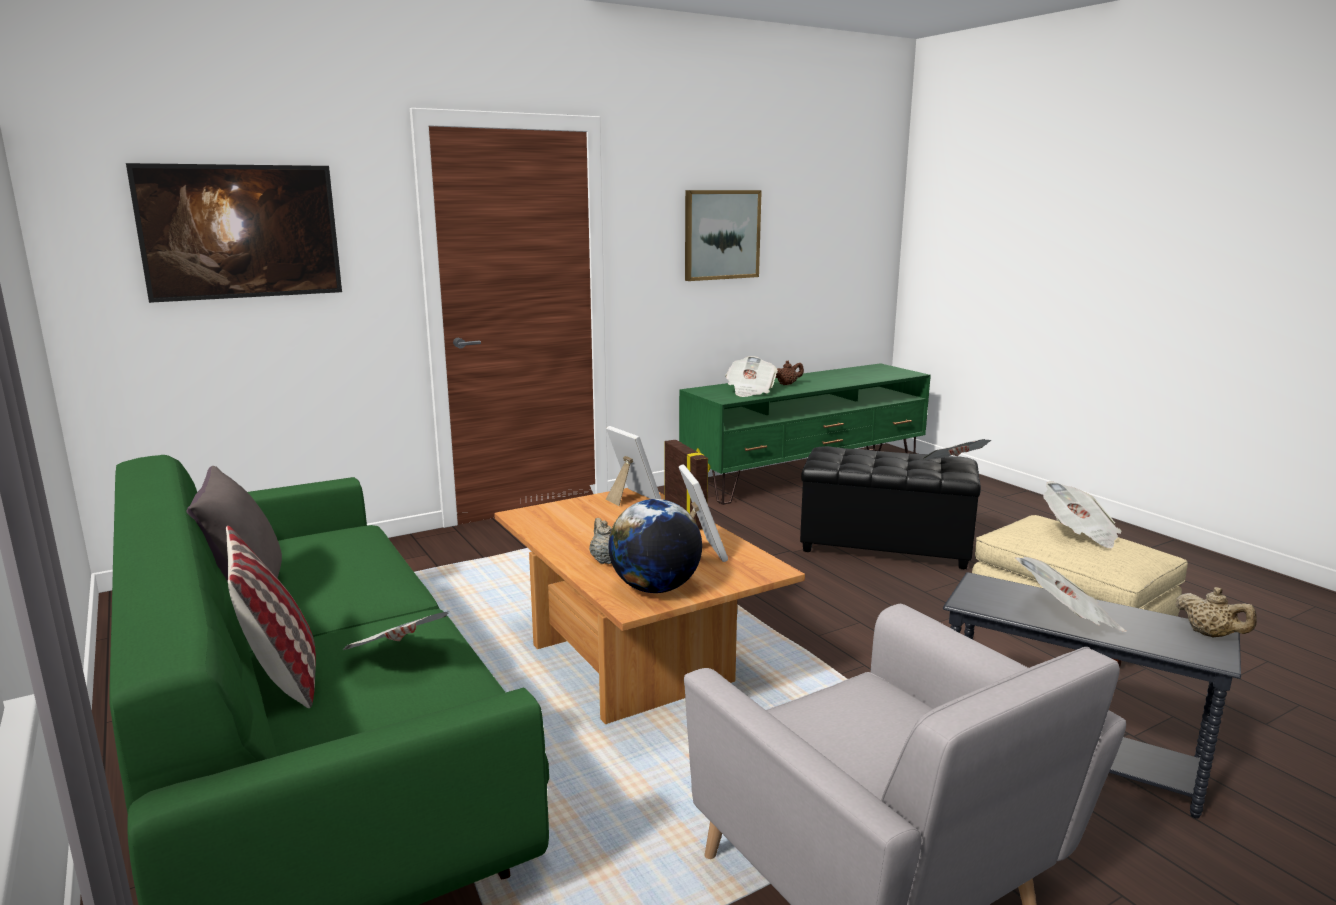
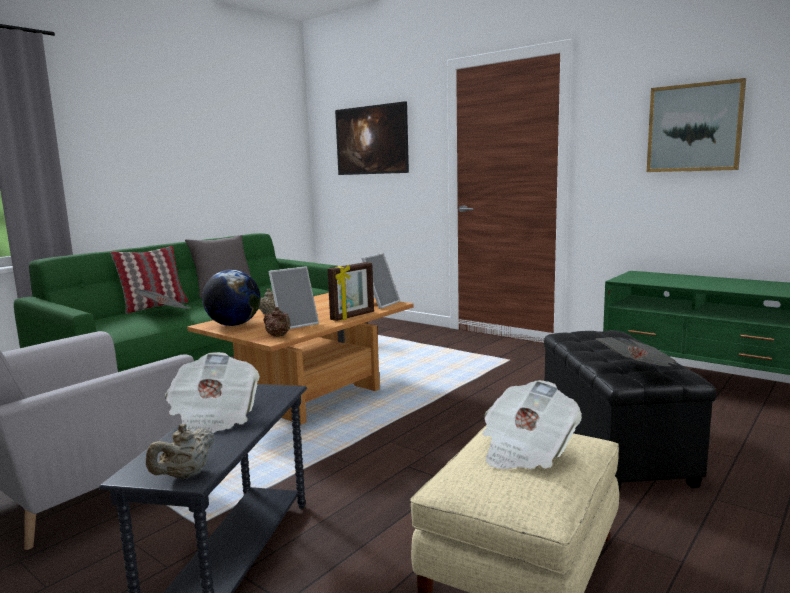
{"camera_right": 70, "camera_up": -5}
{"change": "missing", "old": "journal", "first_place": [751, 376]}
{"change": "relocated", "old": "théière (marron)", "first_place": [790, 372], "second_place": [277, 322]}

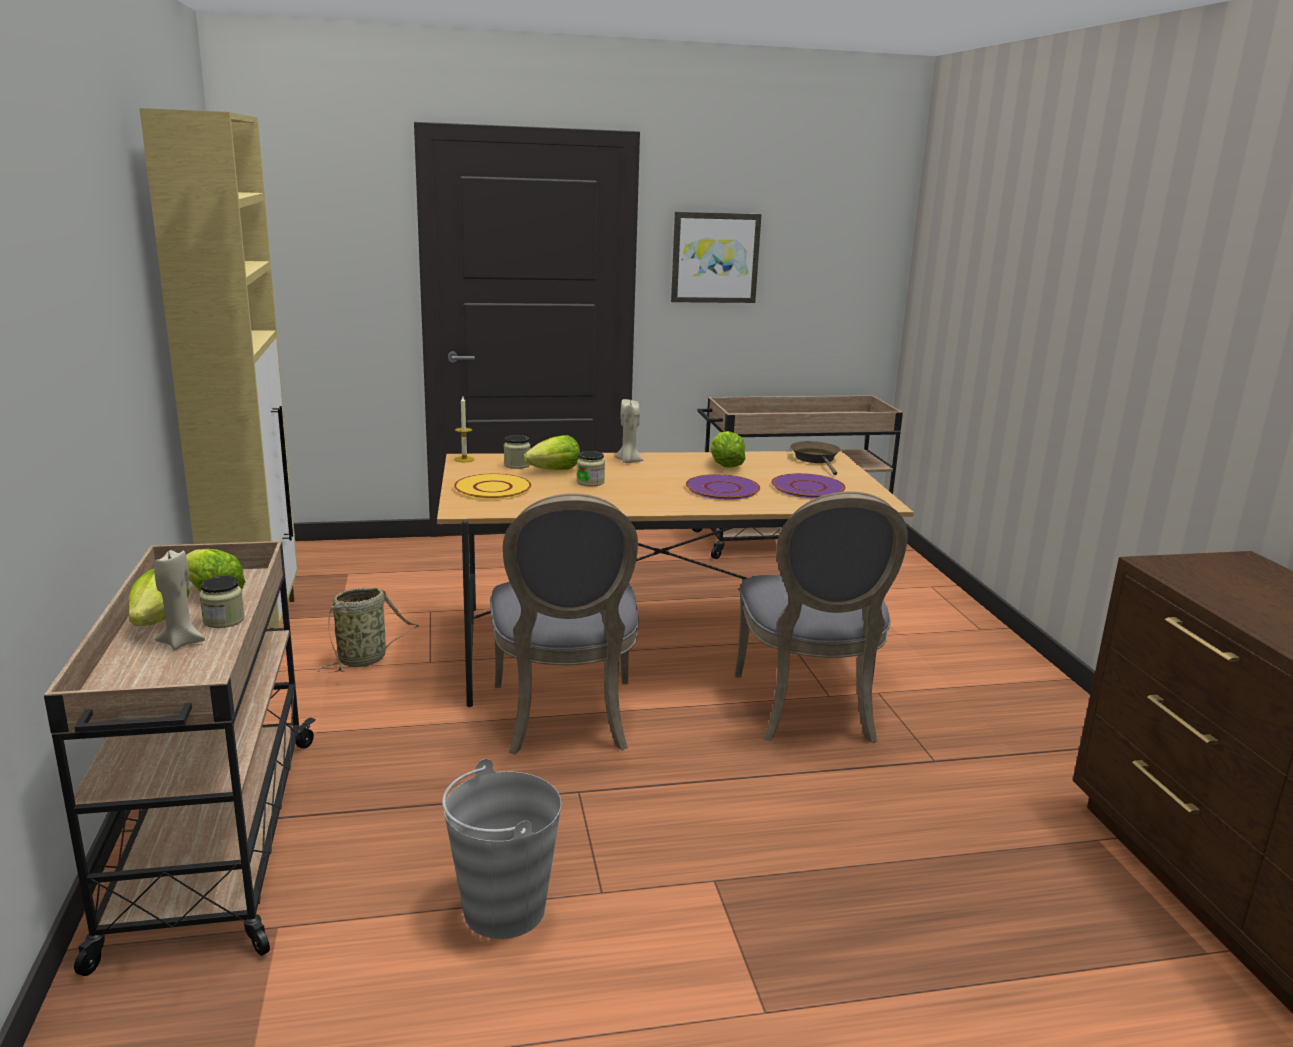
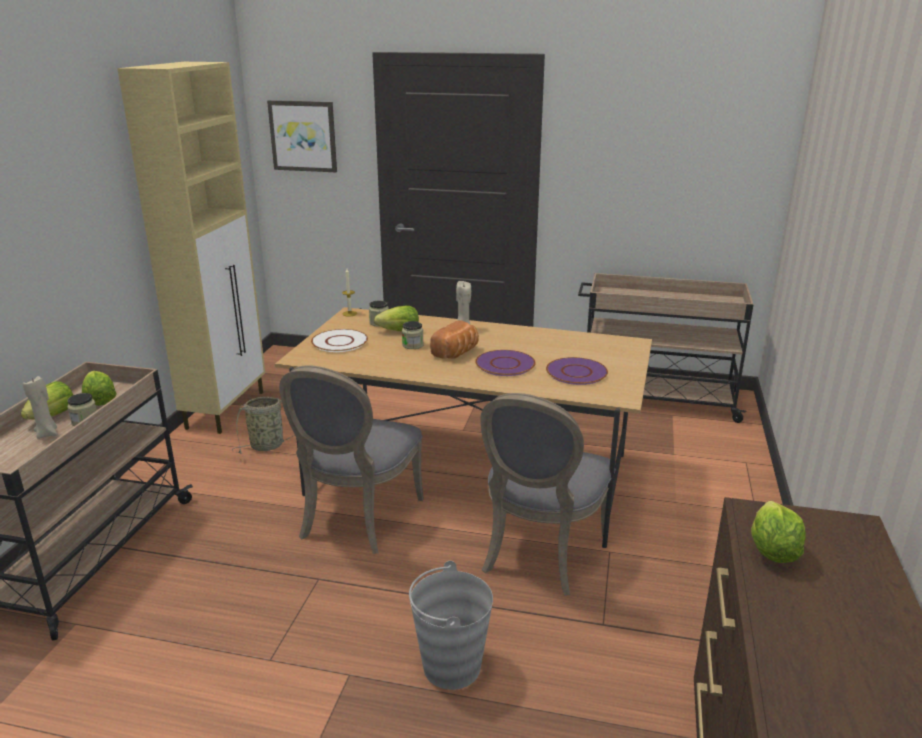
{"camera_right": 25, "camera_up": 5}
{"change": "missing", "old": "poêle (marron)", "first_place": [815, 458]}
{"change": "appeared", "new": "pain", "second_place": [454, 339]}
{"change": "relocated", "old": "seau (gris)", "first_place": [501, 849], "second_place": [451, 625]}
{"change": "relocated", "old": "tableau", "first_place": [716, 257], "second_place": [302, 136]}
{"change": "relocated", "old": "laitue", "first_place": [728, 449], "second_place": [778, 532]}
{"change": "colour", "old": "assiette (jaune)", "new": "assiette (blanc)", "first_place": [492, 486], "second_place": [339, 340]}

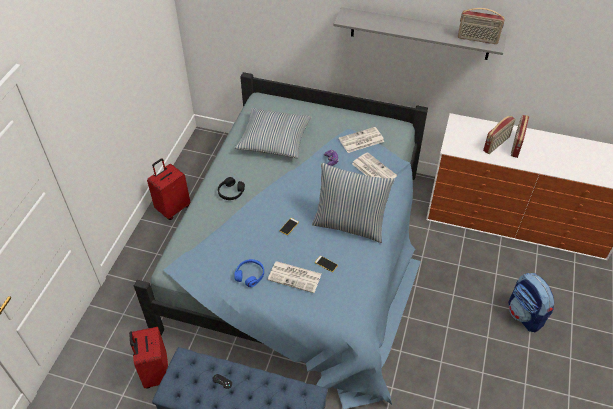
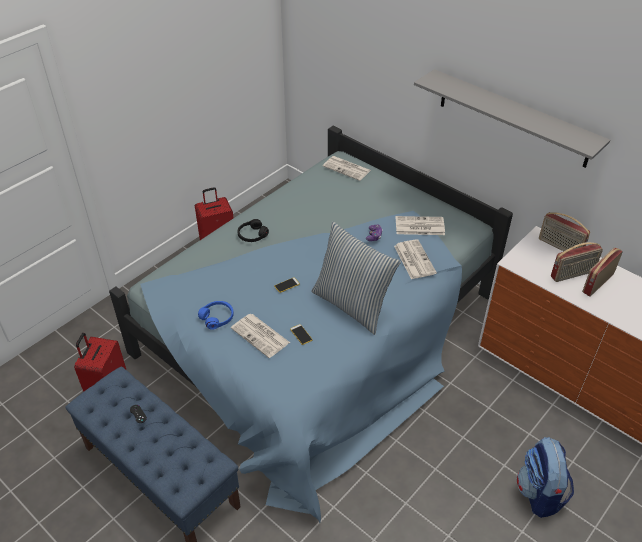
{"camera_right": 25, "camera_up": -5}
{"change": "missing", "old": "coussin", "first_place": [273, 133]}
{"change": "appeared", "new": "journal", "second_place": [347, 168]}
{"change": "relocated", "old": "radio", "first_place": [481, 26], "second_place": [564, 231]}

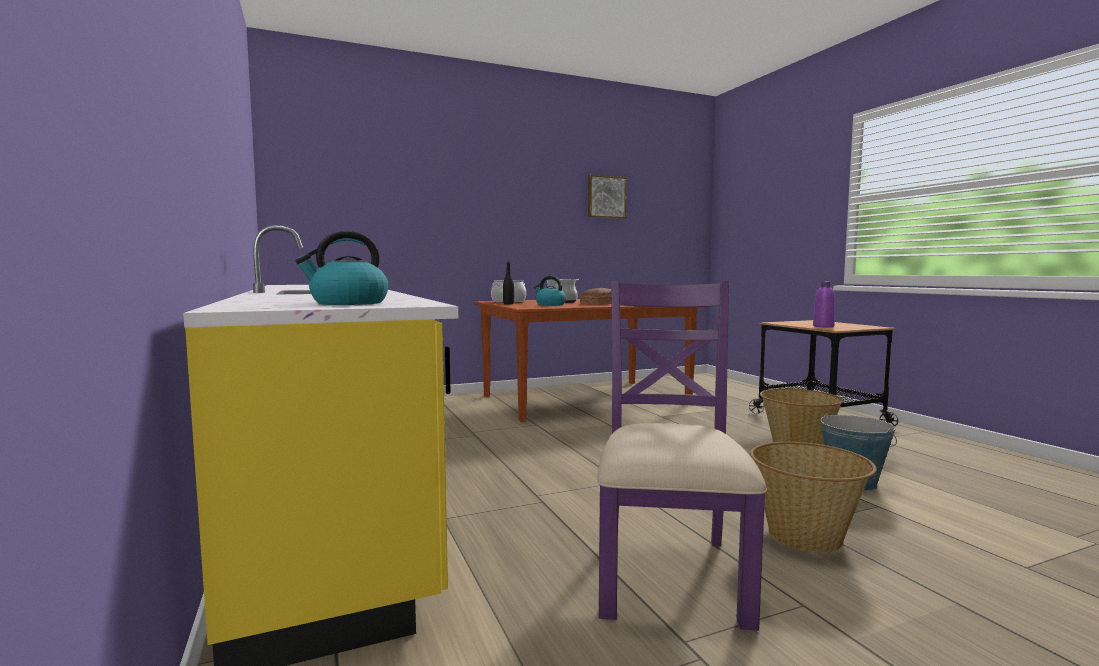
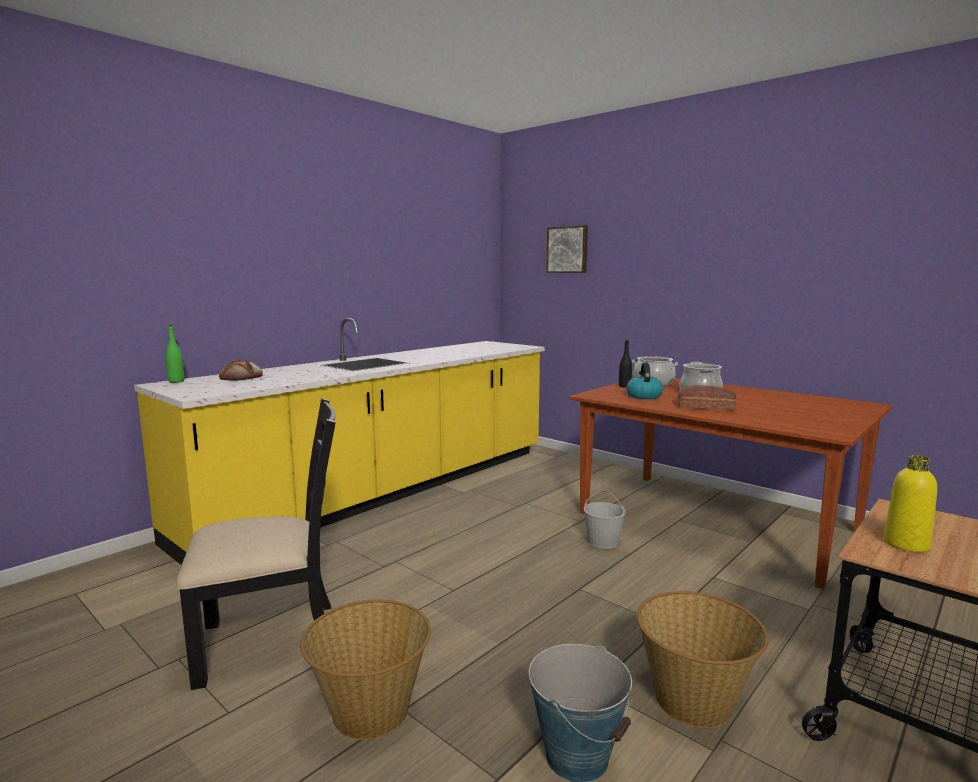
{"camera_right": 65, "camera_up": 5}
{"change": "missing", "old": "bouilloire", "first_place": [342, 268]}
{"change": "appeared", "new": "bouteille (vert)", "second_place": [175, 354]}
{"change": "appeared", "new": "pain", "second_place": [241, 370]}
{"change": "appeared", "new": "seau (blanc)", "second_place": [605, 519]}
{"change": "relocated", "old": "tableau", "first_place": [607, 197], "second_place": [567, 249]}
{"change": "colour", "old": "chaise (violet)", "new": "chaise (noir)", "first_place": [682, 456], "second_place": [256, 544]}
{"change": "colour", "old": "bouteille (violet)", "new": "bouteille (jaune)", "first_place": [824, 304], "second_place": [910, 504]}

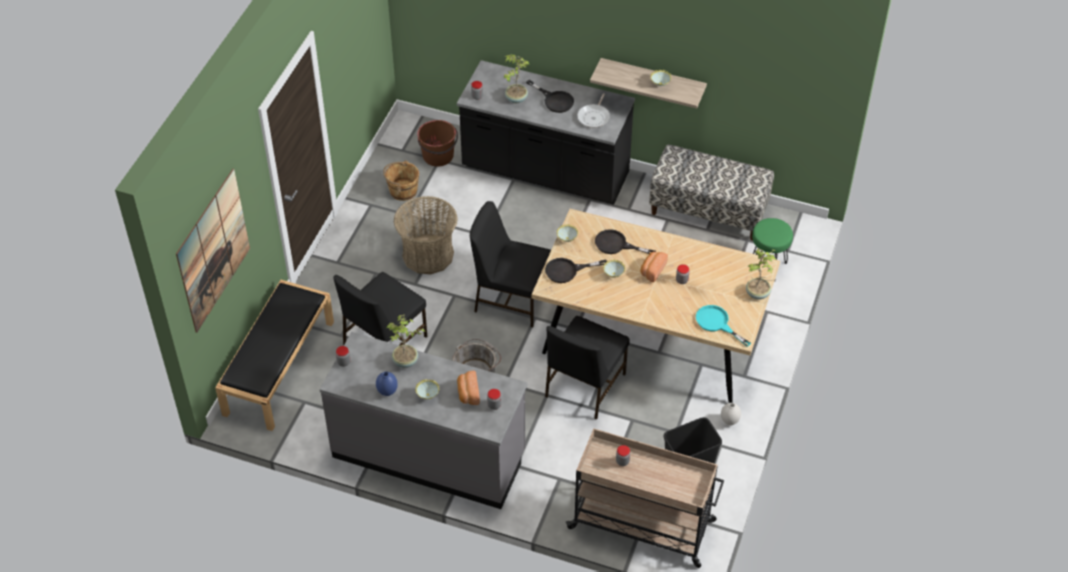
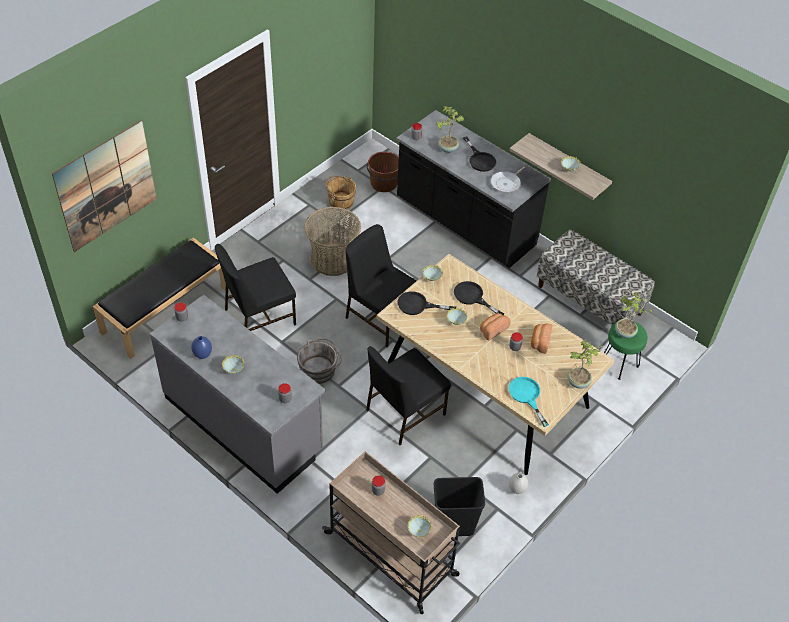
{"camera_right": 20, "camera_up": 0}
{"change": "appeared", "new": "bol", "second_place": [419, 526]}
{"change": "relocated", "old": "plante en pot", "first_place": [406, 341], "second_place": [634, 315]}
{"change": "relocated", "old": "pain", "first_place": [468, 388], "second_place": [541, 339]}

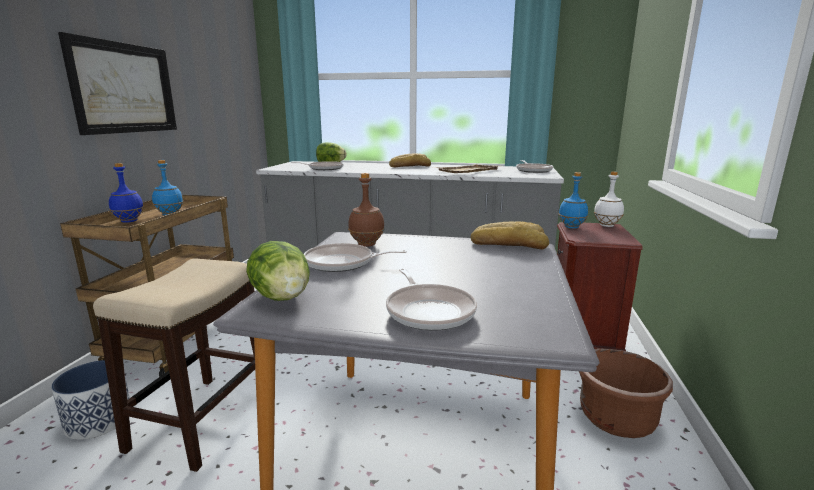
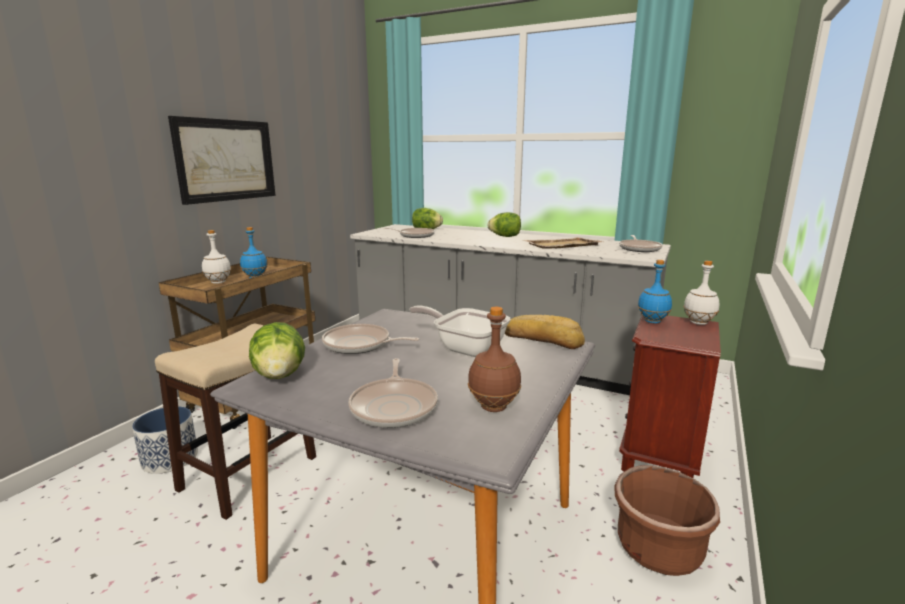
{"camera_right": 15, "camera_up": 0}
{"change": "appeared", "new": "poêle", "second_place": [460, 331]}
{"change": "relocated", "old": "bouteille (marron)", "first_place": [366, 210], "second_place": [494, 359]}
{"change": "exchanged", "old": "pain", "new": "laitue", "first_place": [410, 160], "second_place": [504, 224]}
{"change": "colour", "old": "bouteille (bleu)", "new": "bouteille (blanc)", "first_place": [126, 193], "second_place": [216, 257]}

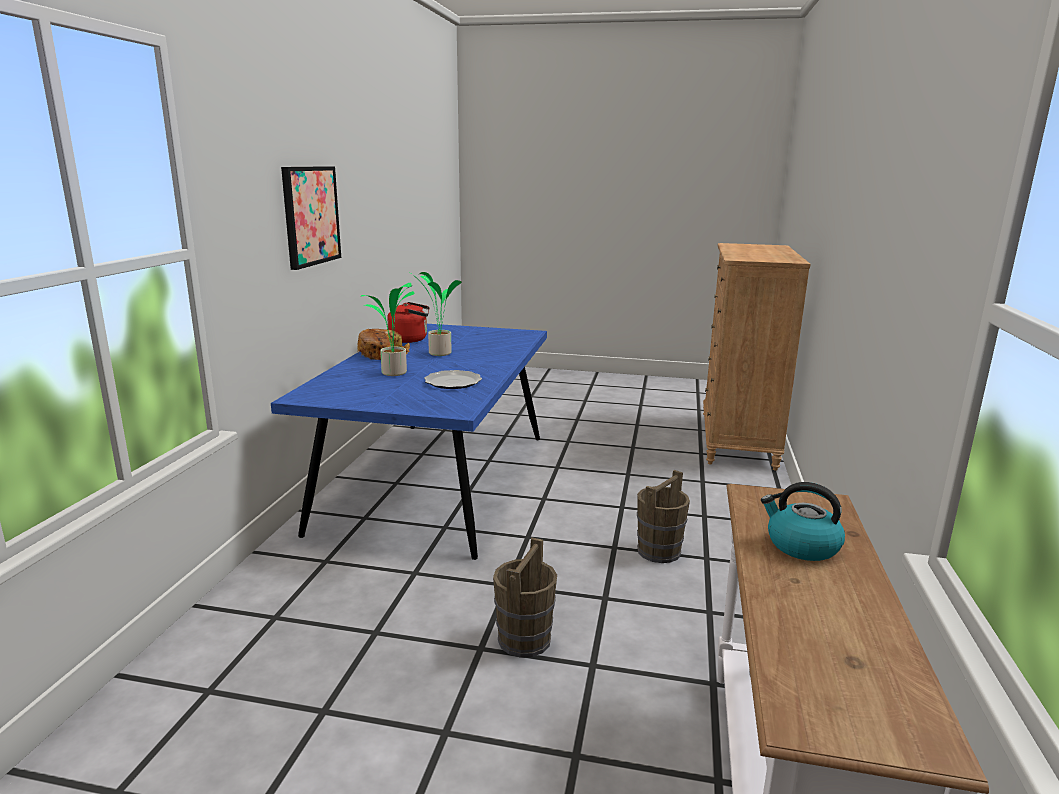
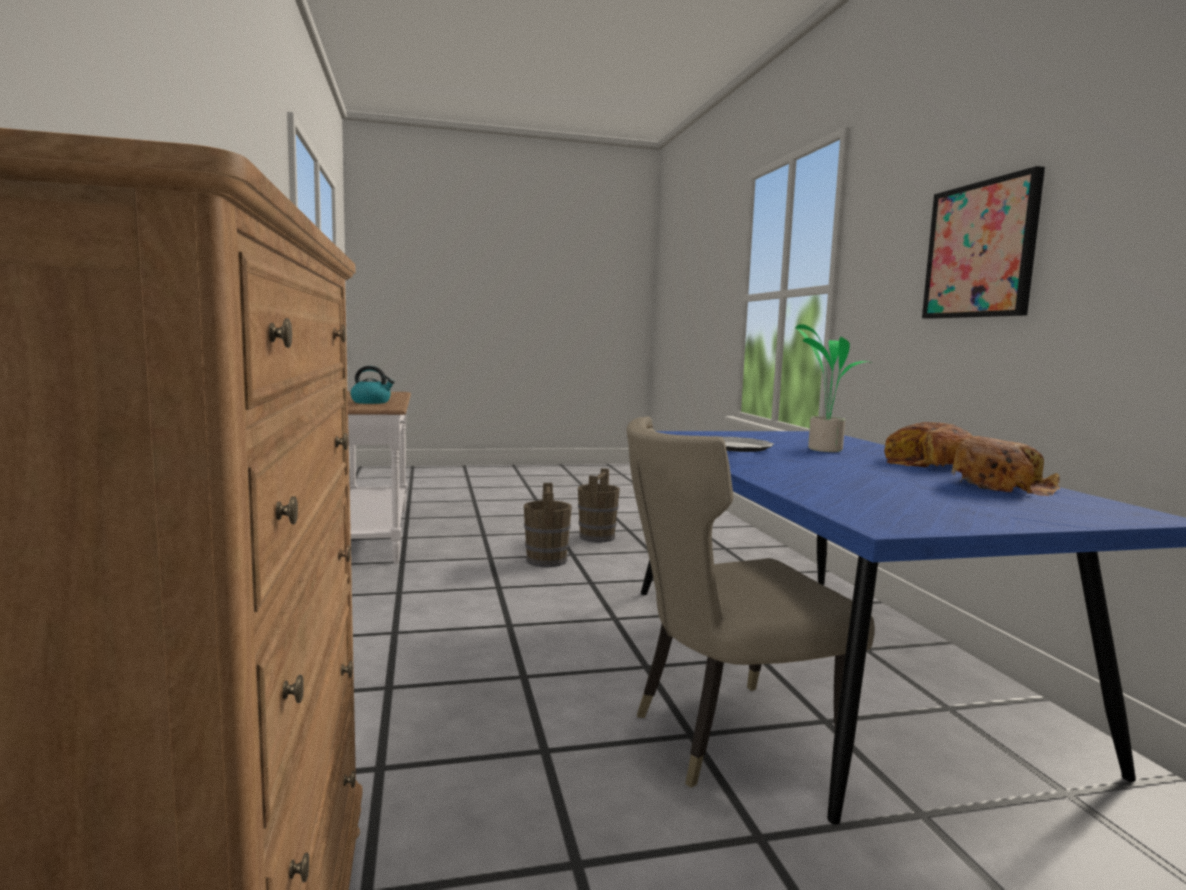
{"camera_right": 155, "camera_up": -10}
{"change": "missing", "old": "plante en pot", "first_place": [437, 314]}
{"change": "appeared", "new": "chaise (beige)", "second_place": [750, 602]}
{"change": "relocated", "old": "seau (marron)", "first_place": [663, 516], "second_place": [599, 505]}
{"change": "exchanged", "old": "bouilloire (rouge)", "new": "pain", "first_place": [408, 322], "second_place": [1005, 466]}

